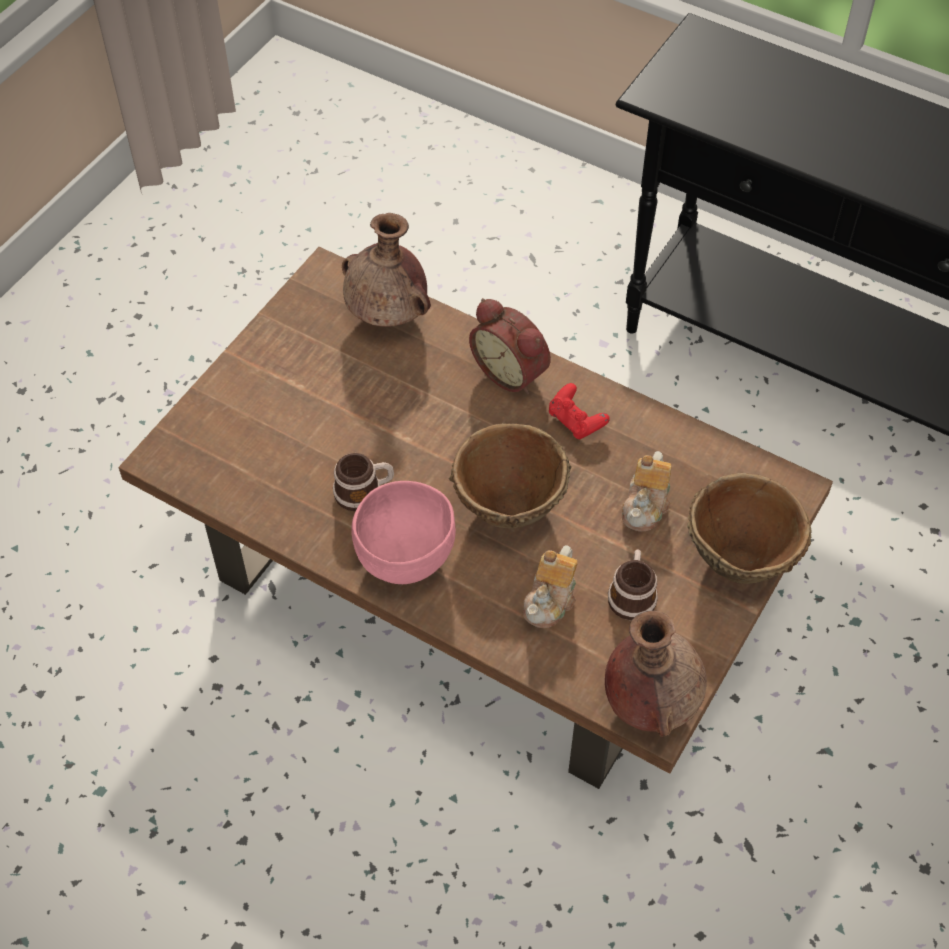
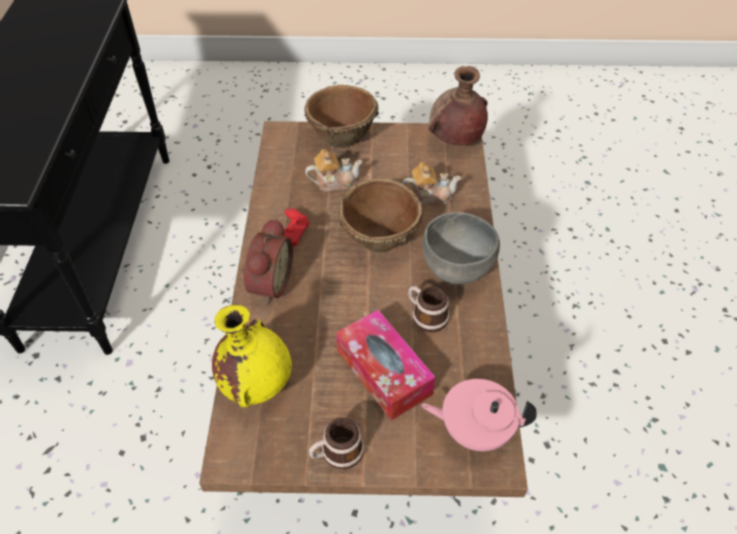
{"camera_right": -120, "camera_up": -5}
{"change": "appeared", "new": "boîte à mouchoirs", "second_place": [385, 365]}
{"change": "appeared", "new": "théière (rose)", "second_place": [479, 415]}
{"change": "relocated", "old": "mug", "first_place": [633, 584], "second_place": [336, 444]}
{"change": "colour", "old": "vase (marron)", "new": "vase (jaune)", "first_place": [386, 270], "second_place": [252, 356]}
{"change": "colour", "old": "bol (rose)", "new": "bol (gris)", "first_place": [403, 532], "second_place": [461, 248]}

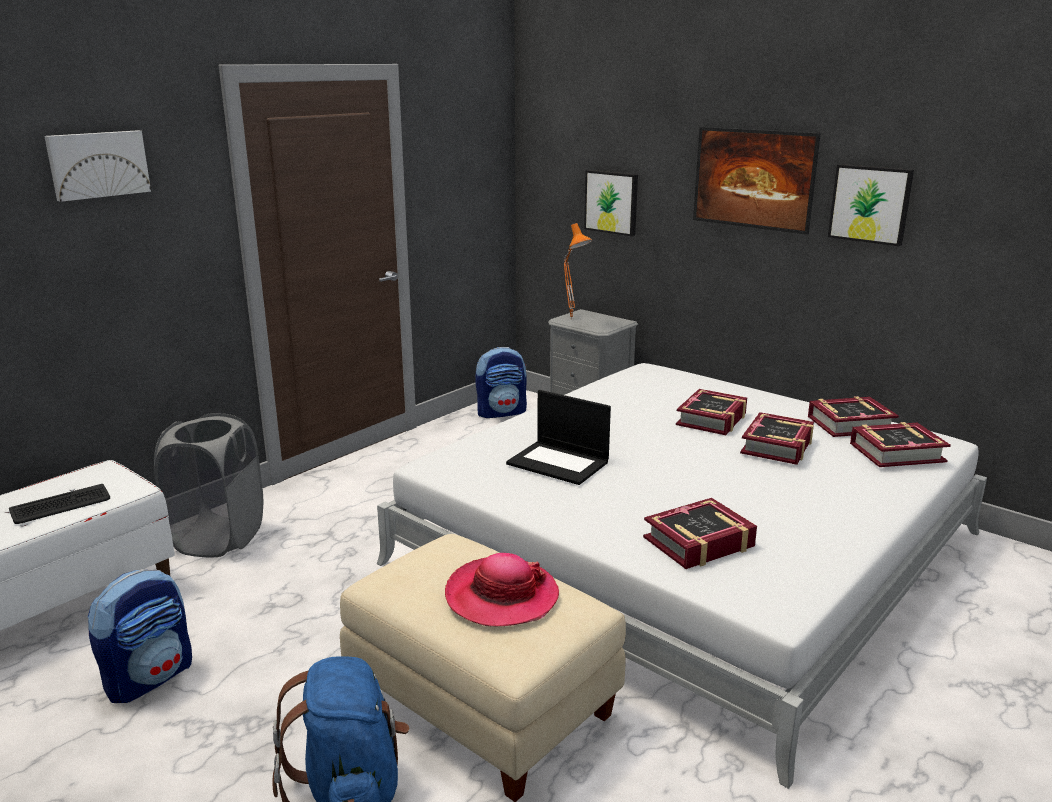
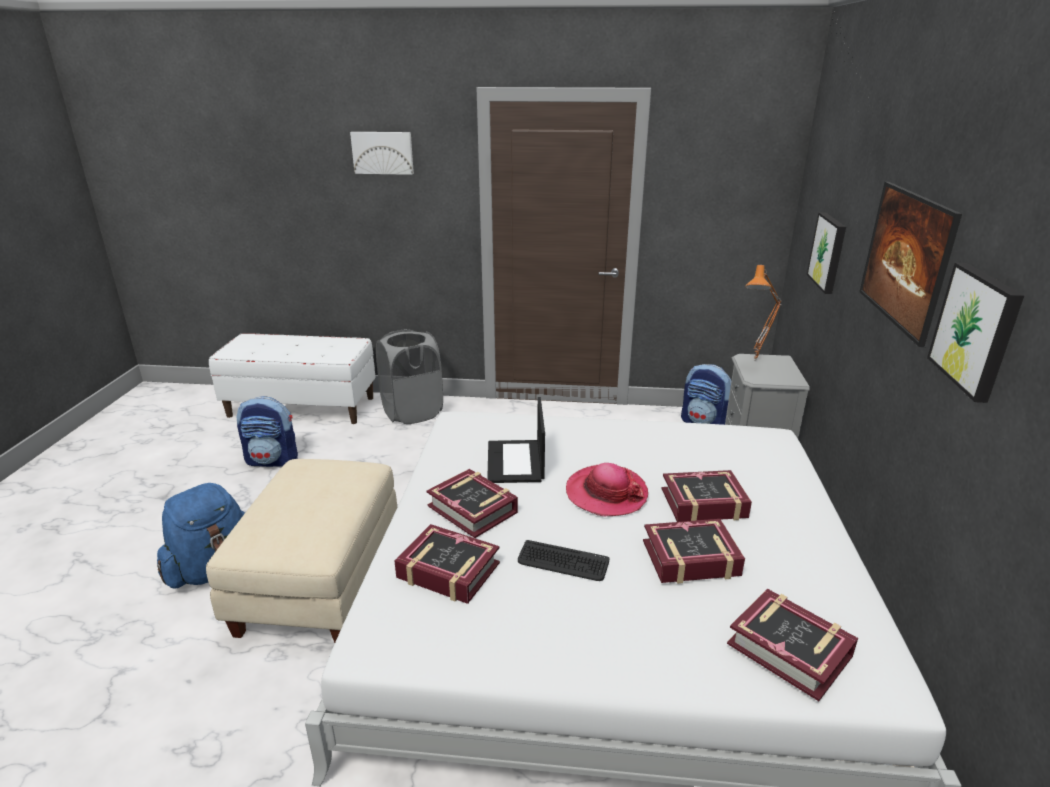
{"camera_right": 55, "camera_up": 5}
{"change": "relocated", "old": "clavier", "first_place": [59, 504], "second_place": [563, 560]}
{"change": "relocated", "old": "chapeau", "first_place": [502, 590], "second_place": [607, 489]}
{"change": "relocated", "old": "livre", "first_place": [853, 416], "second_place": [472, 503]}

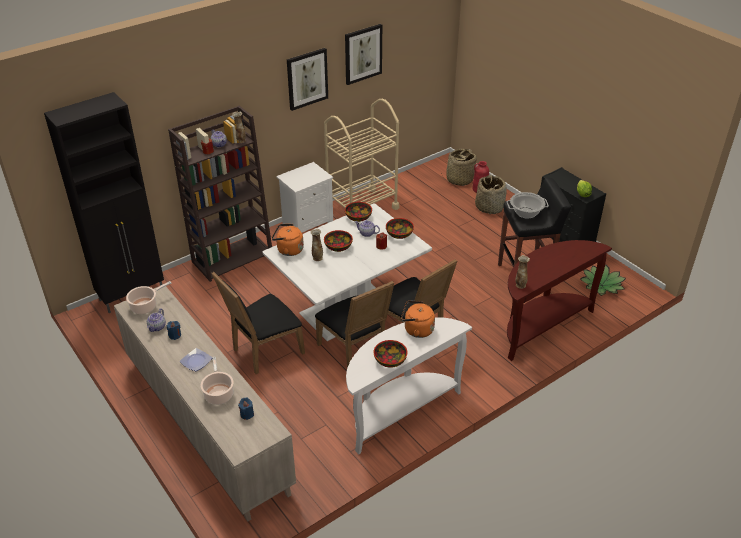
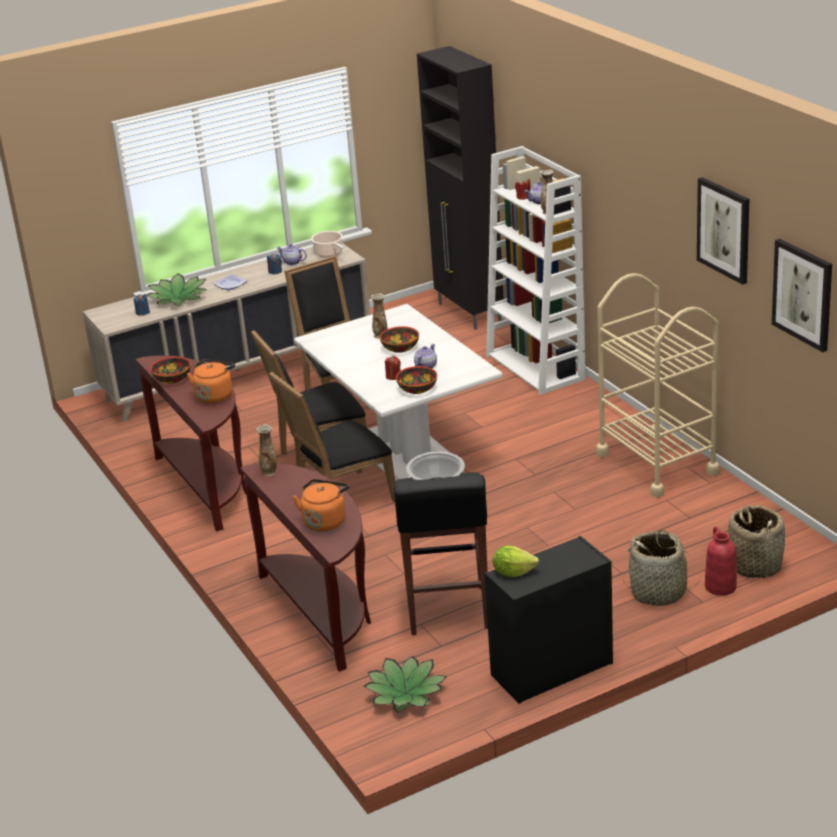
{"camera_right": 100, "camera_up": -10}
{"change": "missing", "old": "table de chevet (blanc)", "first_place": [304, 197]}
{"change": "missing", "old": "bol", "first_place": [358, 212]}
{"change": "relocated", "old": "bouilloire (orange)", "first_place": [288, 240], "second_place": [321, 505]}
{"change": "relocated", "old": "tableau", "first_place": [307, 79], "second_place": [802, 295]}
{"change": "exchanged", "old": "marmite", "new": "plante en pot", "first_place": [217, 381], "second_place": [176, 289]}
{"change": "colour", "old": "bibliothèque (marron)", "new": "bibliothèque (blanc)", "first_place": [220, 194], "second_place": [536, 270]}
{"change": "colour", "old": "table console (blanc)", "new": "table console (marron)", "first_place": [409, 385], "second_place": [190, 443]}

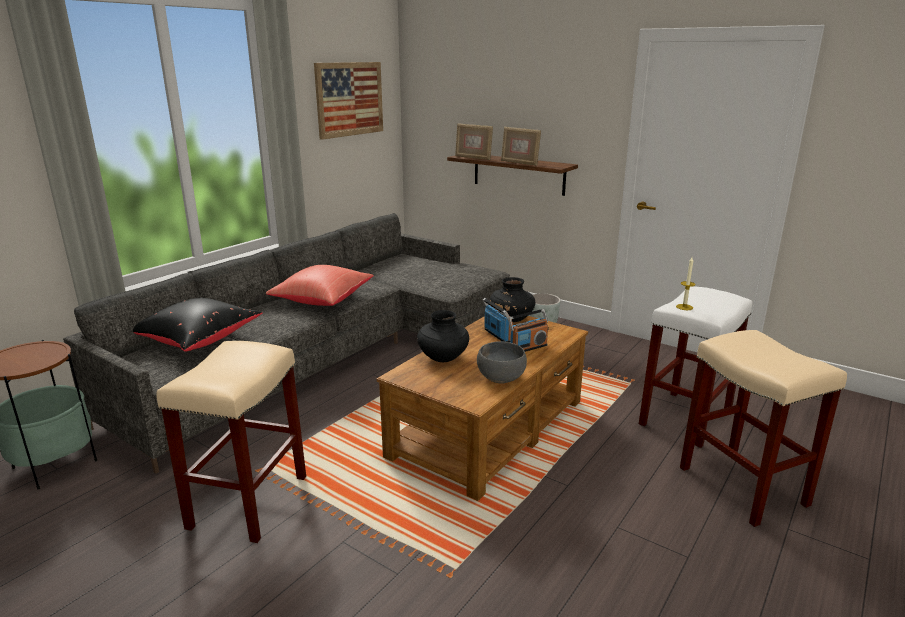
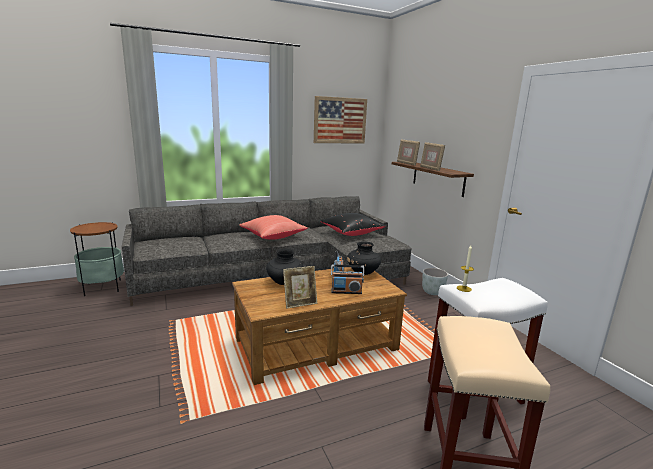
{"camera_right": 30, "camera_up": -5}
{"change": "missing", "old": "tabouret (beige)", "first_place": [231, 442]}
{"change": "relocated", "old": "coussin (noir)", "first_place": [197, 324], "second_place": [353, 224]}
{"change": "exchanged", "old": "bol (gris)", "new": "cadre photo", "first_place": [502, 362], "second_place": [300, 287]}

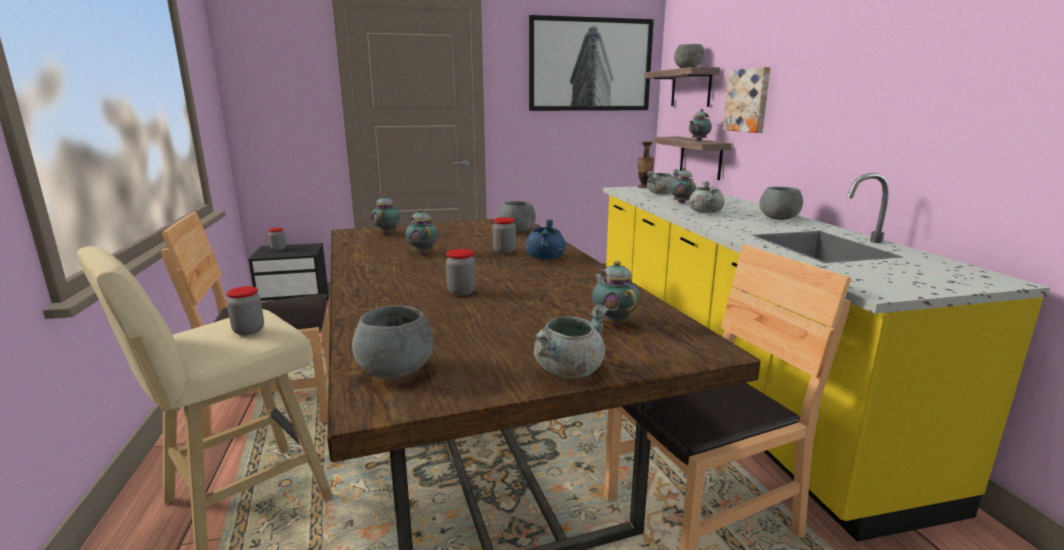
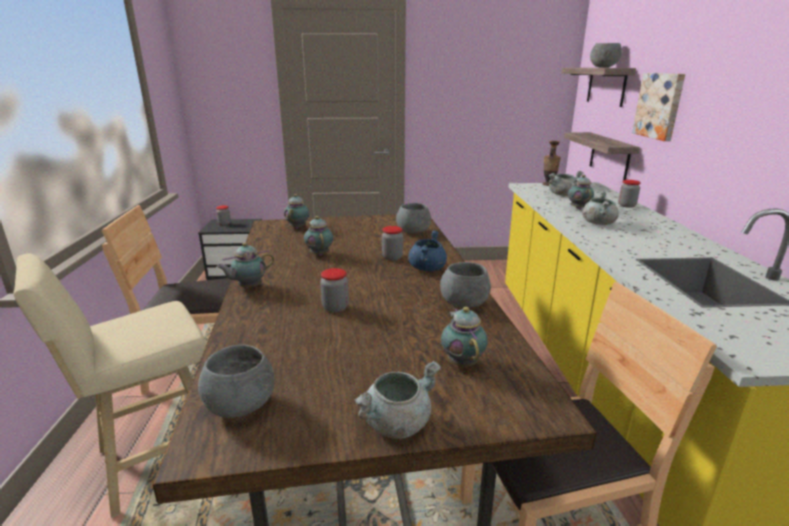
{"camera_right": 10, "camera_up": 5}
{"change": "missing", "old": "tableau", "first_place": [591, 63]}
{"change": "relocated", "old": "bocal", "first_place": [245, 310], "second_place": [629, 194]}
{"change": "relocated", "old": "théière", "first_place": [700, 125], "second_place": [245, 265]}
{"change": "relocated", "old": "bol (gris)", "first_place": [781, 203], "second_place": [465, 285]}

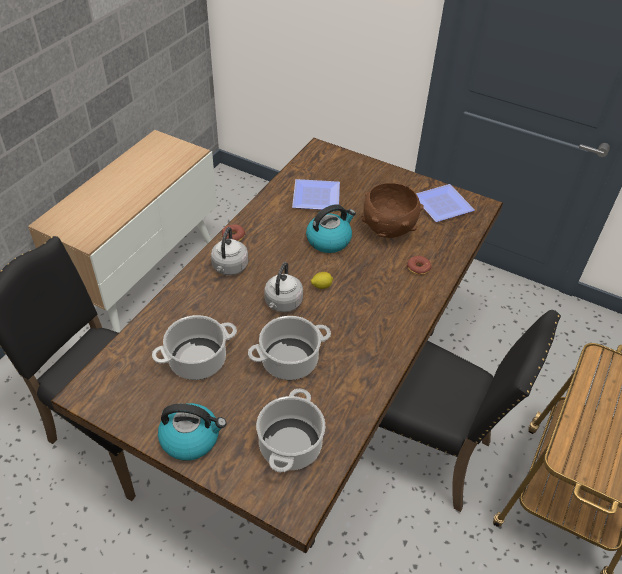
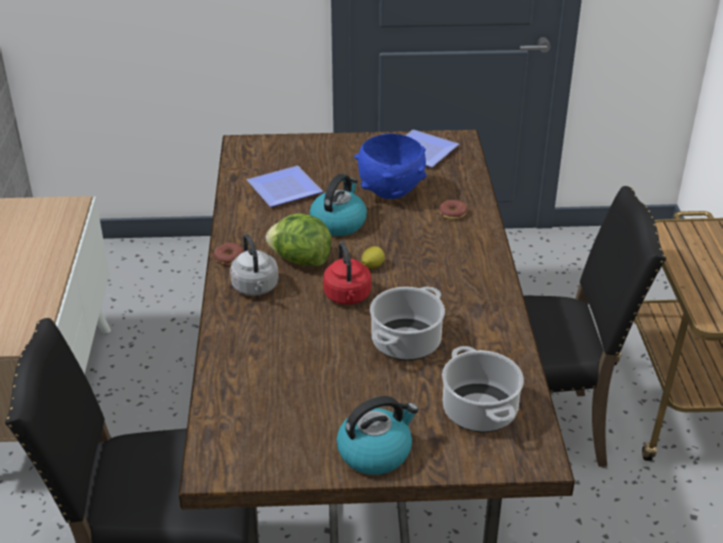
{"camera_right": -30, "camera_up": -10}
{"change": "missing", "old": "marmite", "first_place": [194, 347]}
{"change": "appeared", "new": "laitue", "second_place": [299, 240]}
{"change": "colour", "old": "bouilloire (gris)", "new": "bouilloire (rouge)", "first_place": [283, 287], "second_place": [347, 273]}
{"change": "colour", "old": "bol (marron)", "new": "bol (bleu)", "first_place": [392, 210], "second_place": [390, 166]}

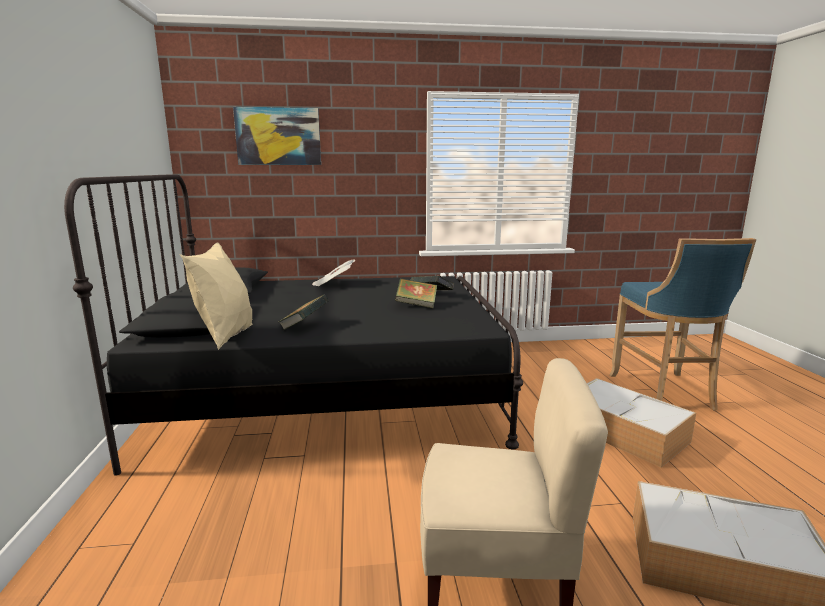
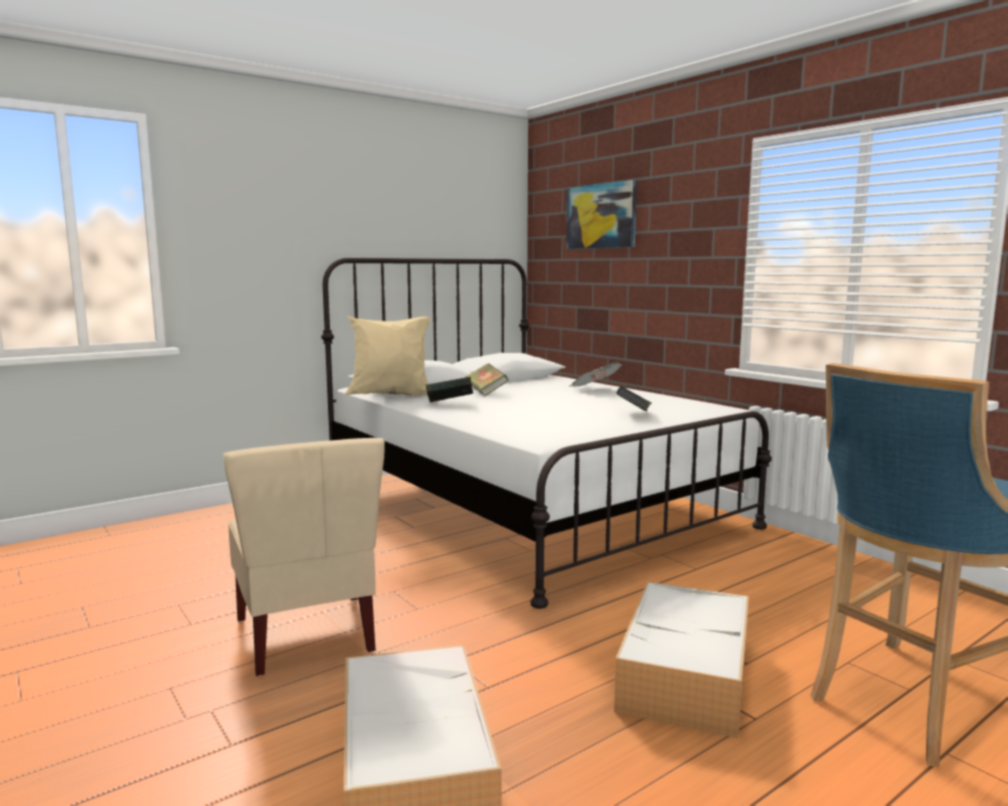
{"camera_right": 60, "camera_up": -5}
{"change": "relocated", "old": "livre", "first_place": [416, 293], "second_place": [487, 379]}
{"change": "colour", "old": "lit (noir)", "new": "lit (blanc)", "first_place": [293, 325], "second_place": [546, 433]}

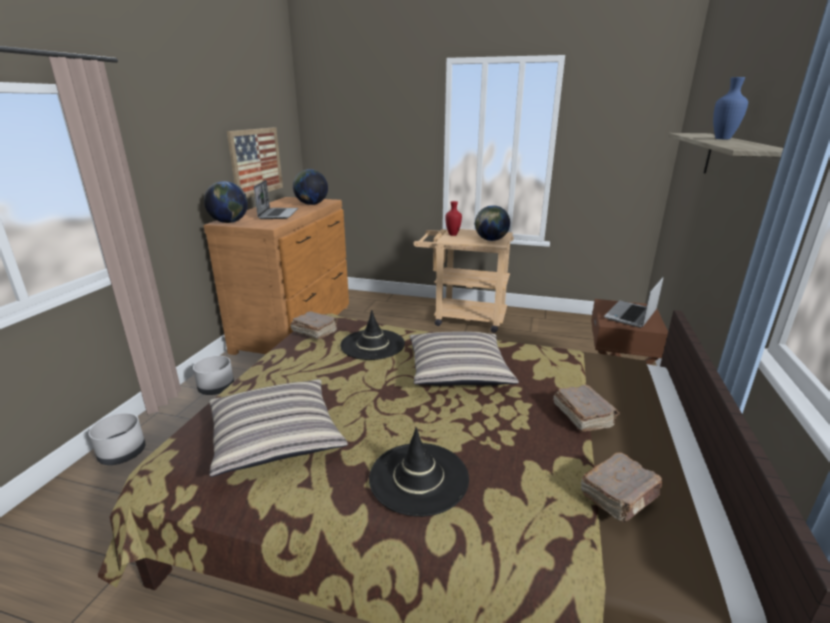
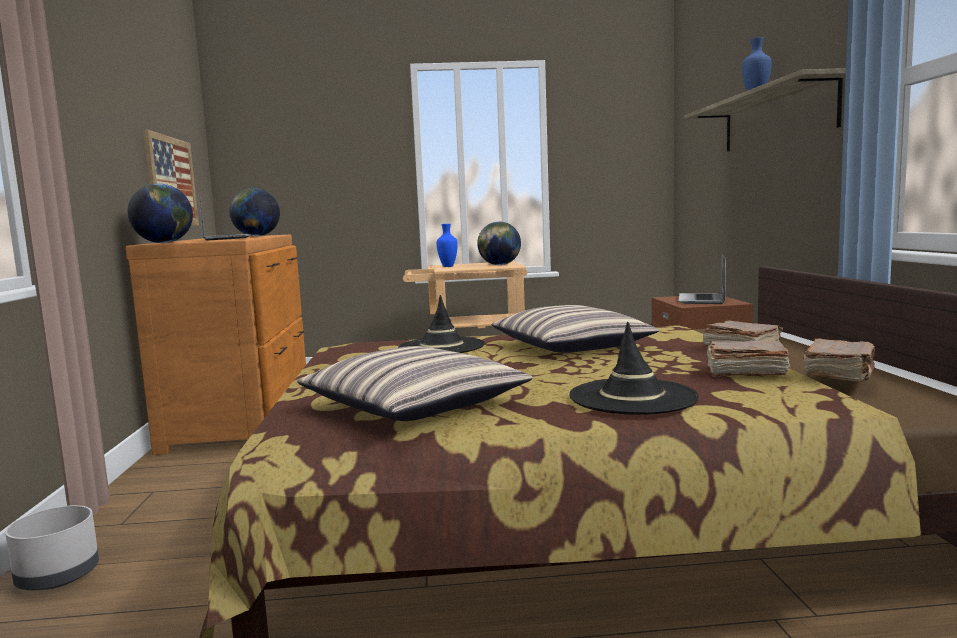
{"camera_right": -20, "camera_up": -15}
{"change": "missing", "old": "cache-pot (gris)", "first_place": [213, 375]}
{"change": "relocated", "old": "livre (marron)", "first_place": [314, 325], "second_place": [748, 358]}
{"change": "colour", "old": "vase (rouge)", "new": "vase (bleu)", "first_place": [453, 218], "second_place": [447, 245]}

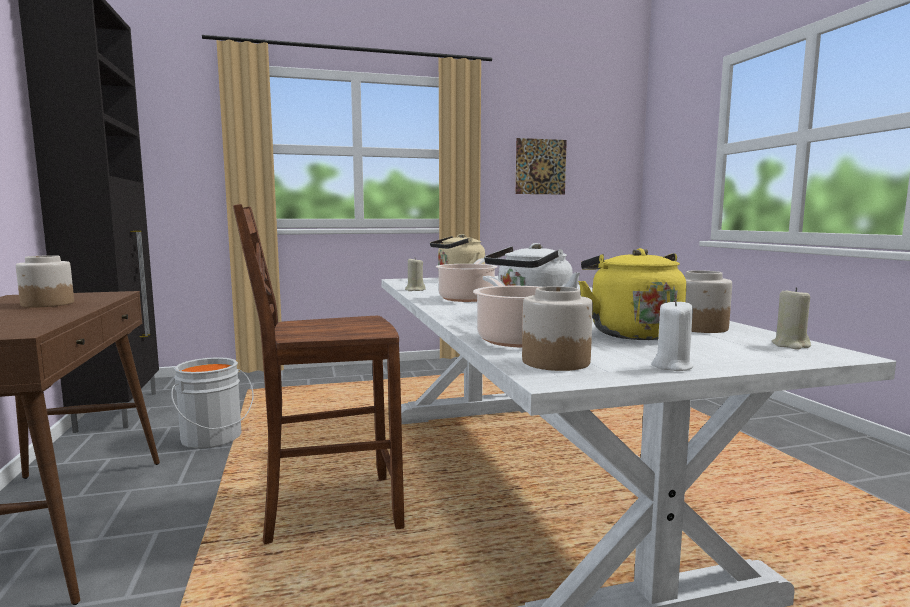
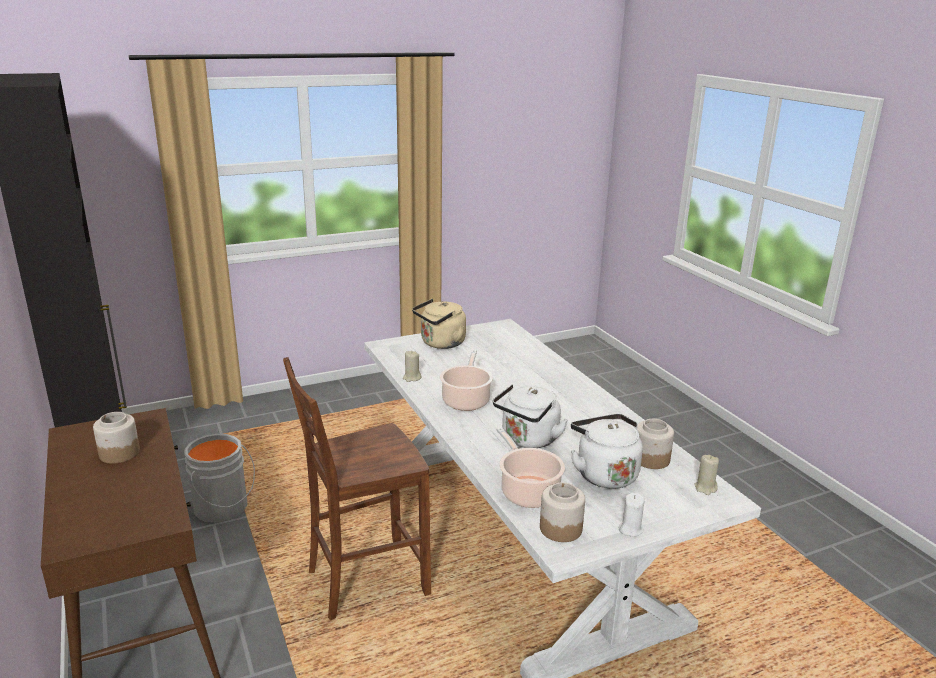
{"camera_right": -10, "camera_up": 15}
{"change": "missing", "old": "tableau", "first_place": [541, 166]}
{"change": "colour", "old": "bouilloire (jaune)", "new": "bouilloire (blanc)", "first_place": [632, 294], "second_place": [607, 451]}

